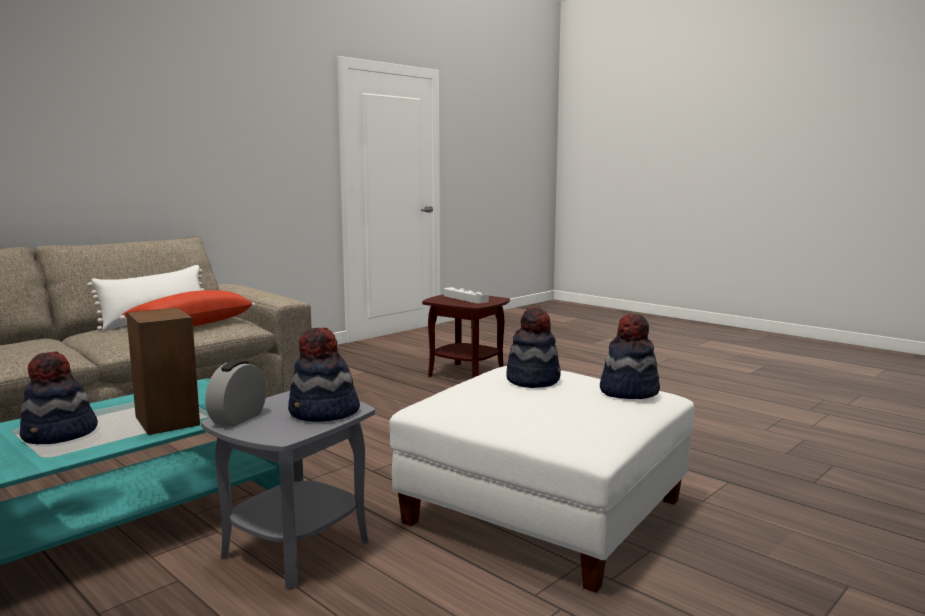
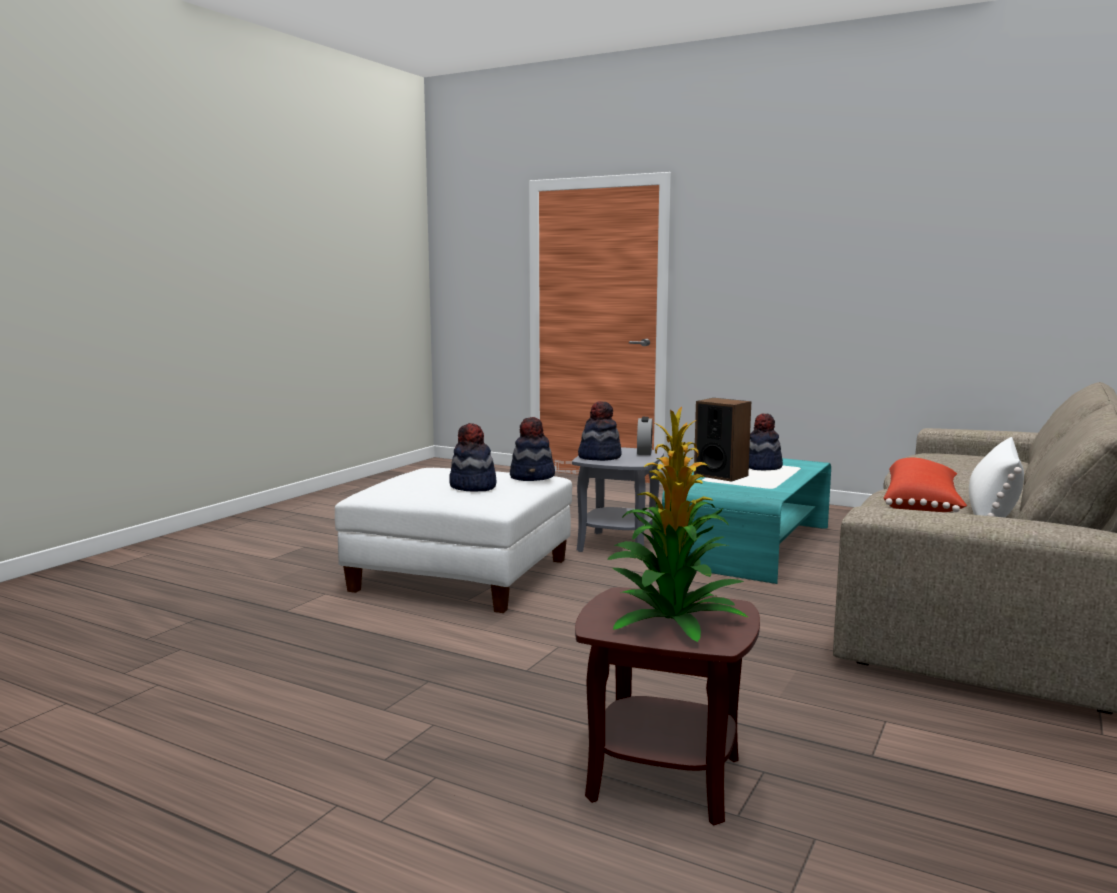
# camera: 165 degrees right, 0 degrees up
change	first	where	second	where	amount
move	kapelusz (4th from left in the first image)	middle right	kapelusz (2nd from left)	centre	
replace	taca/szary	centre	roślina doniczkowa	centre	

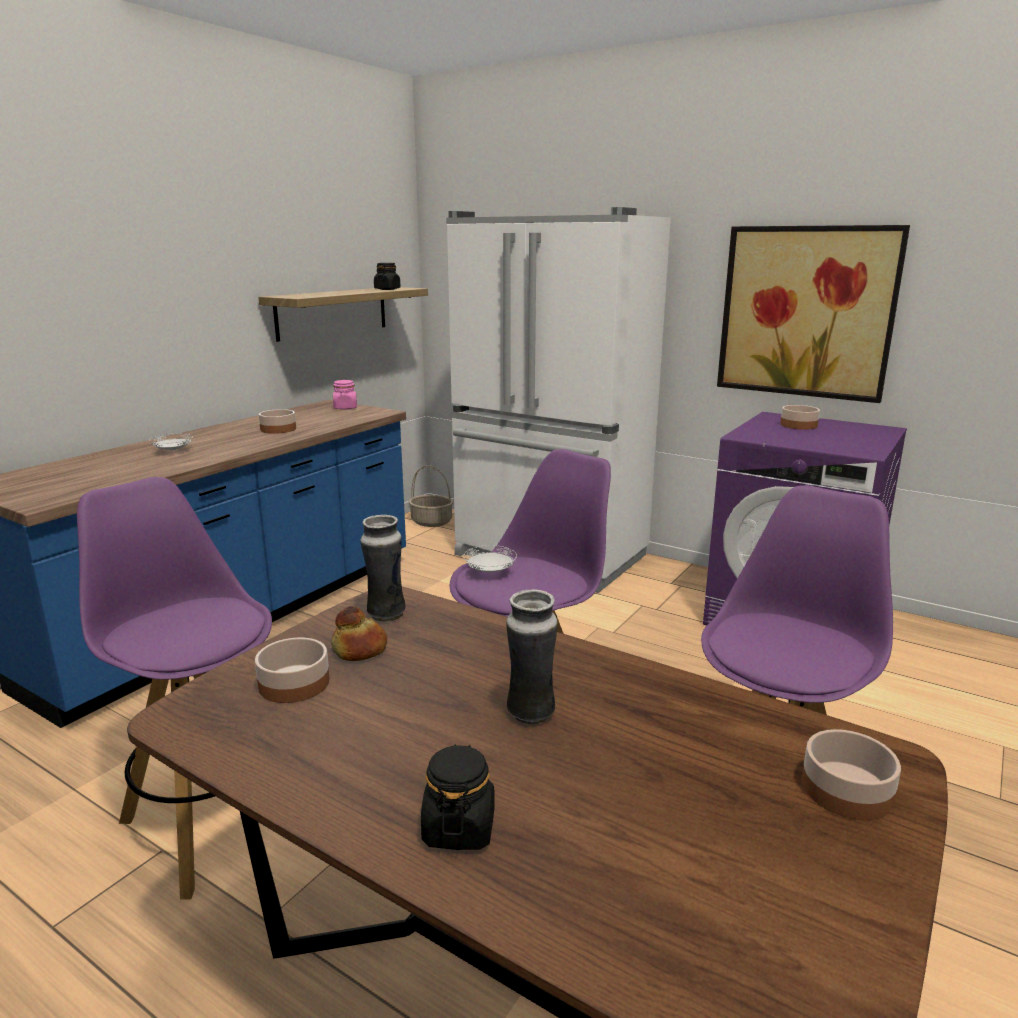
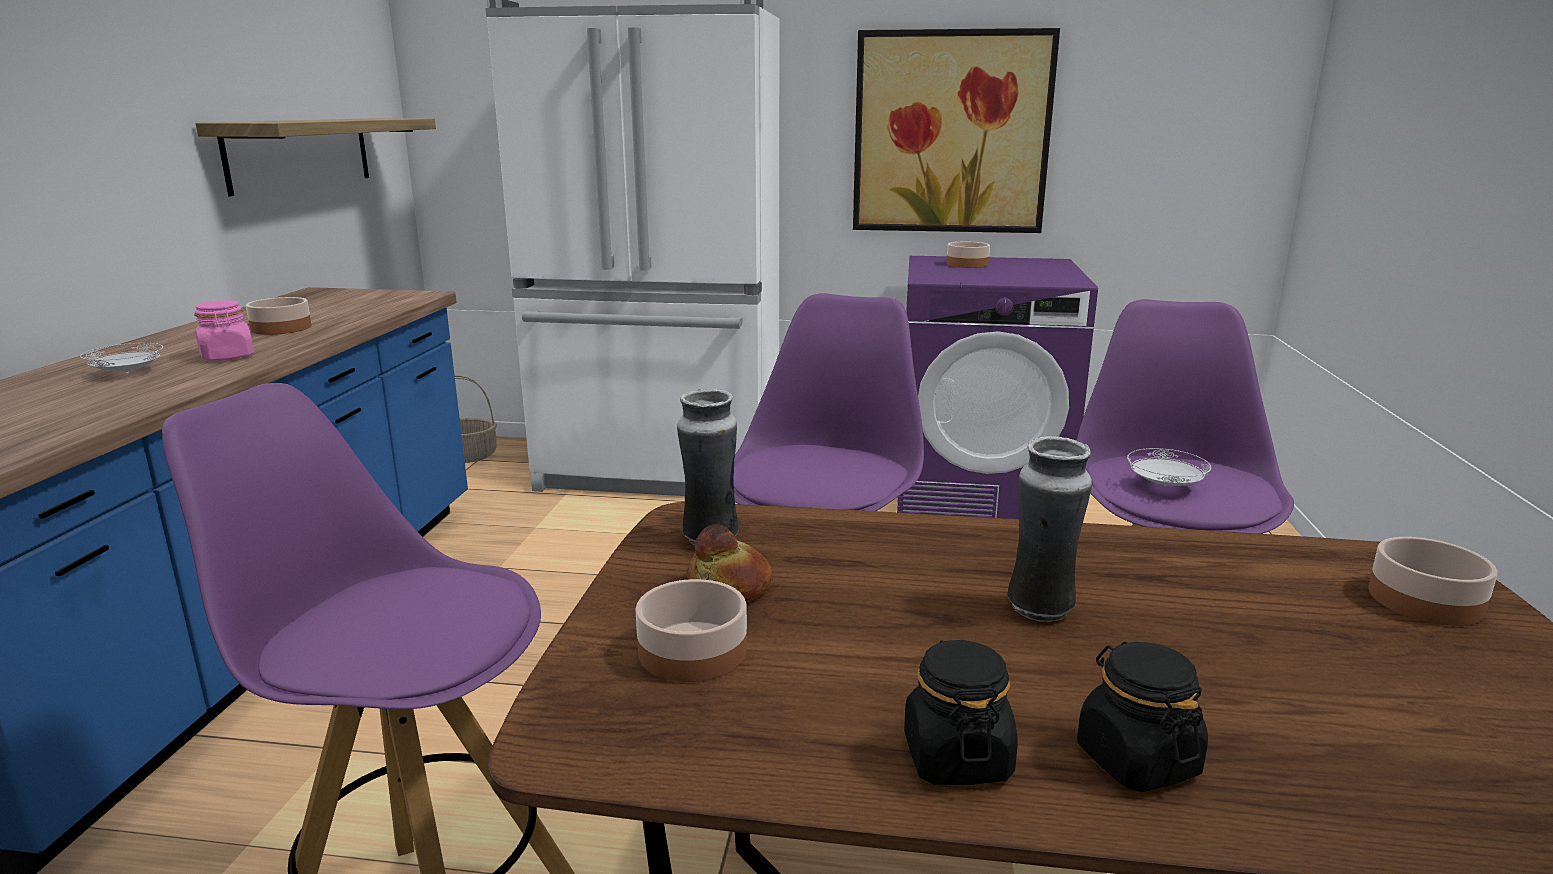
# camera: 25 degrees left, 0 degrees up
change	first	where	second	where	amount
move	słoik/różowy	centre		middle left	
move	słoik/czarny (1st from left)	top centre		bottom centre	
move	talerz/biały (2nd from left)	centre		middle right	

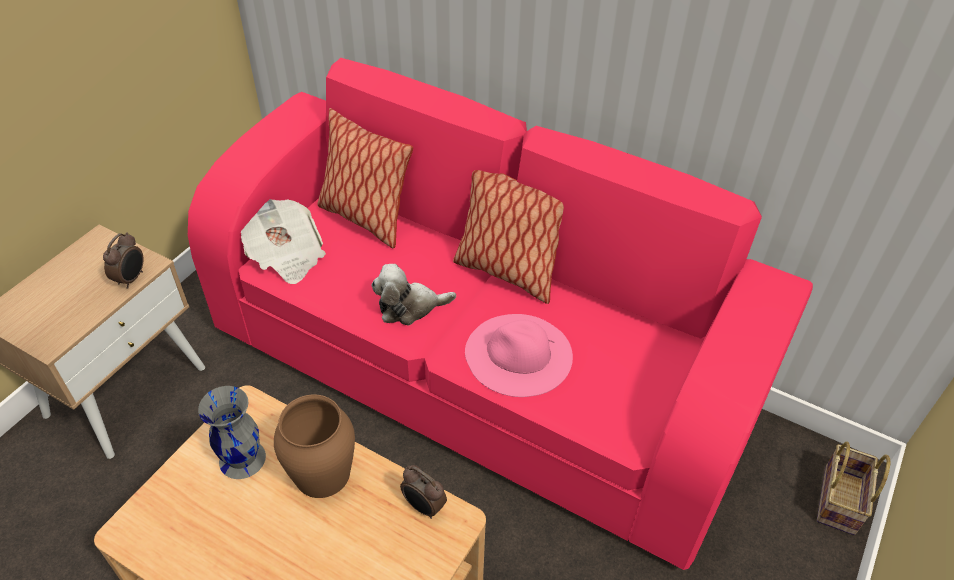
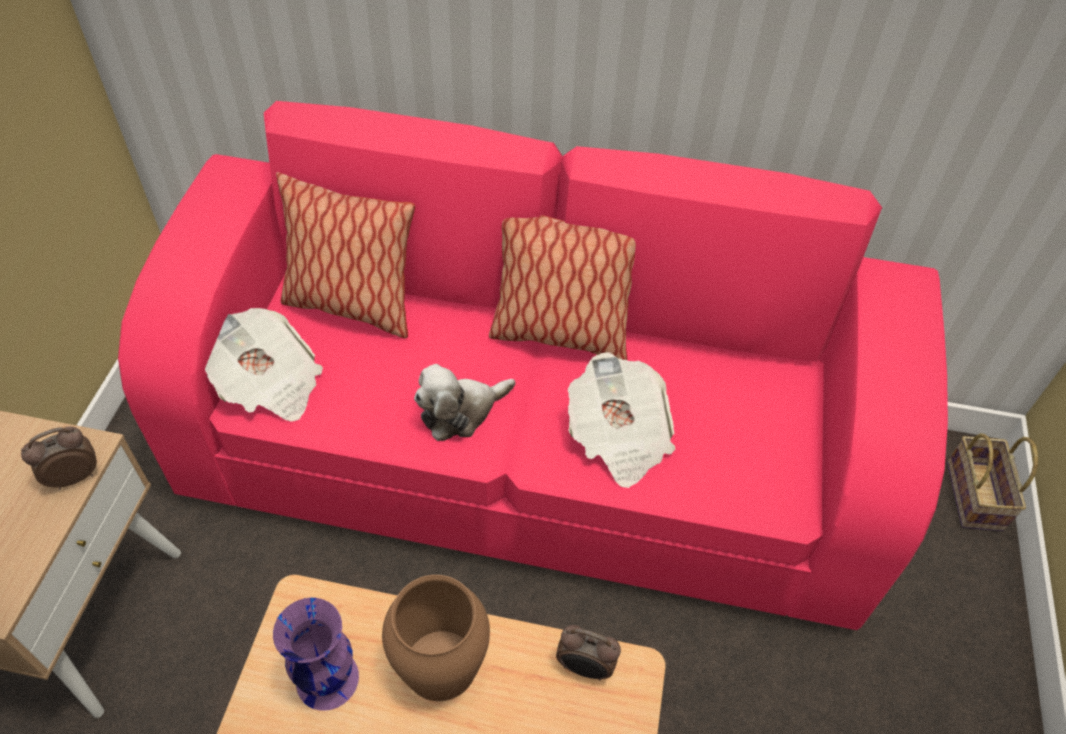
# camera: 20 degrees left, 5 degrees up
change	first	where	second	where	amount
rotate	budzik (1st from left)	middle left		middle left	120 degrees counterclockwise
recolor	wazon/szary	bottom left	wazon/fioletowy	bottom left	
replace	kapelusz/różowy	centre	gazeta (2nd from left)	centre	

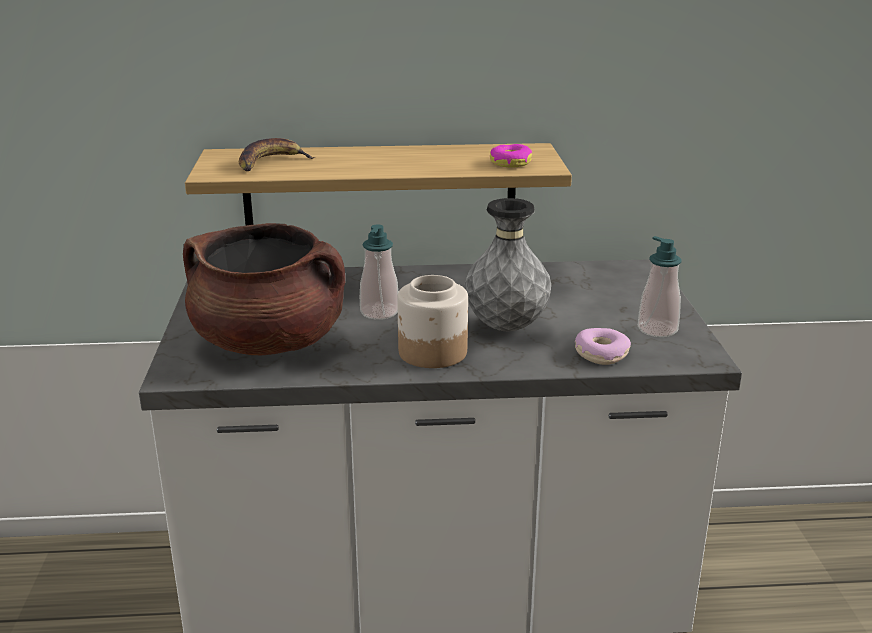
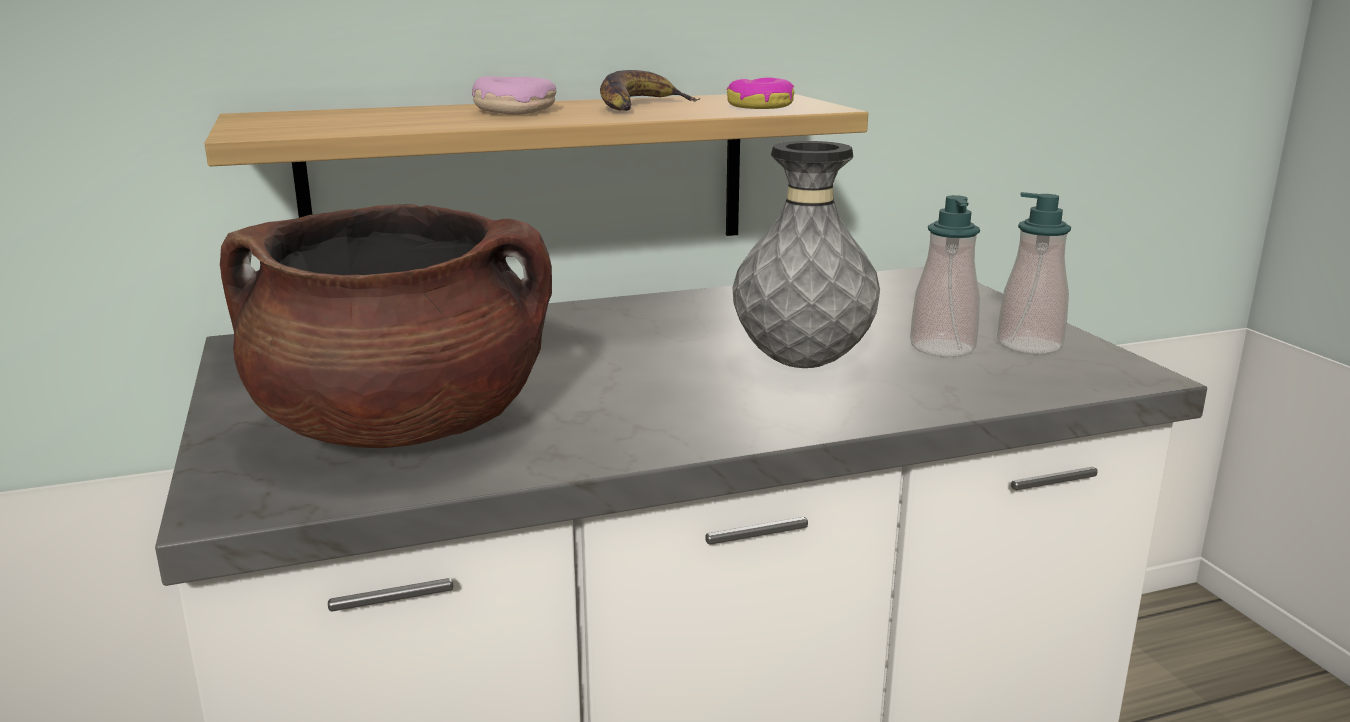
# camera: 15 degrees left, 5 degrees down
change	first	where	second	where	amount
move	donut (2nd from left in the first image)	middle right	donut (1st from left)	top centre	
move	banan	top left		top centre	
move	dozownik mydła (1st from left)	centre		middle right	
delete	słoik	centre			

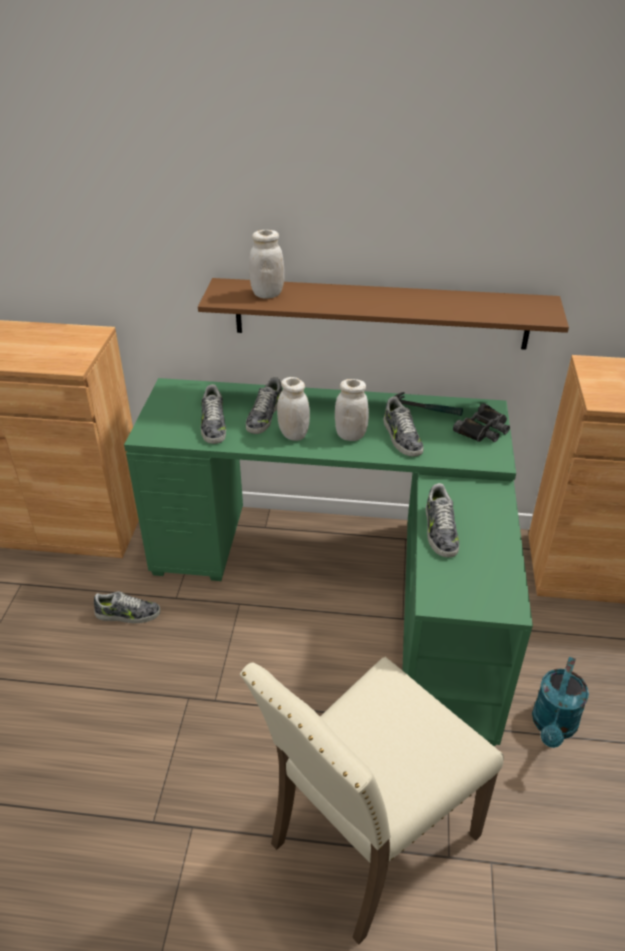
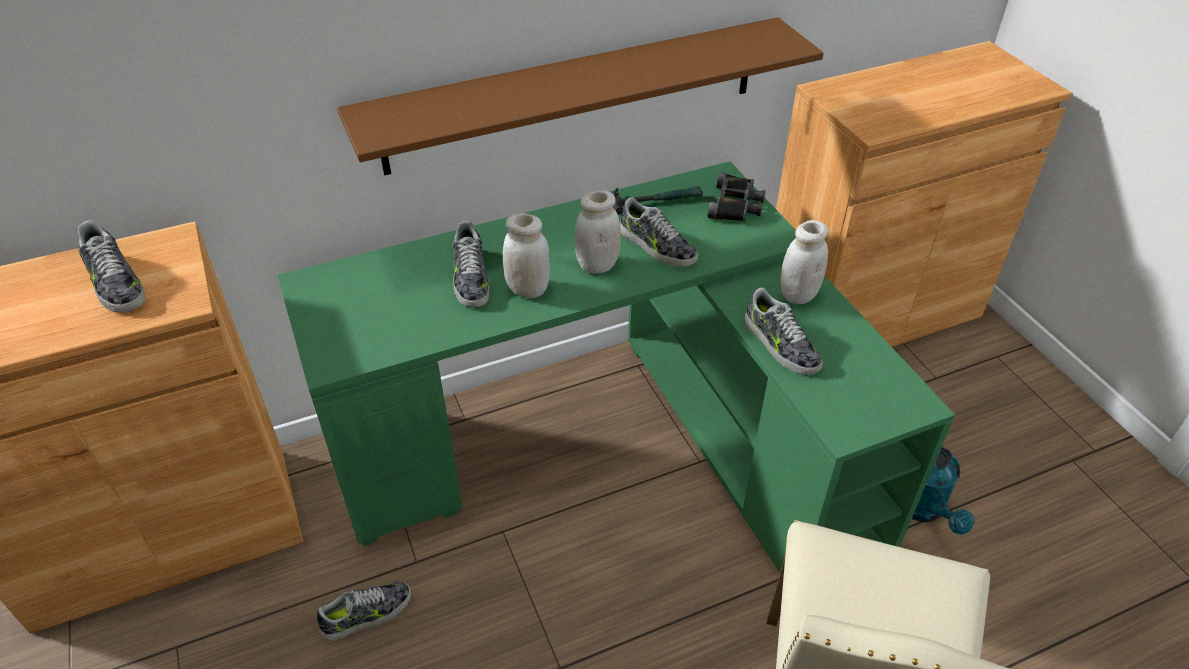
# camera: 30 degrees left, 5 degrees up
change	first	where	second	where	amount
move	but (2nd from left in the first image)	centre	but (1st from left)	middle left	
move	słoik/biały (1st from left in the first image)	top centre	słoik/biały (3rd from left)	middle right	

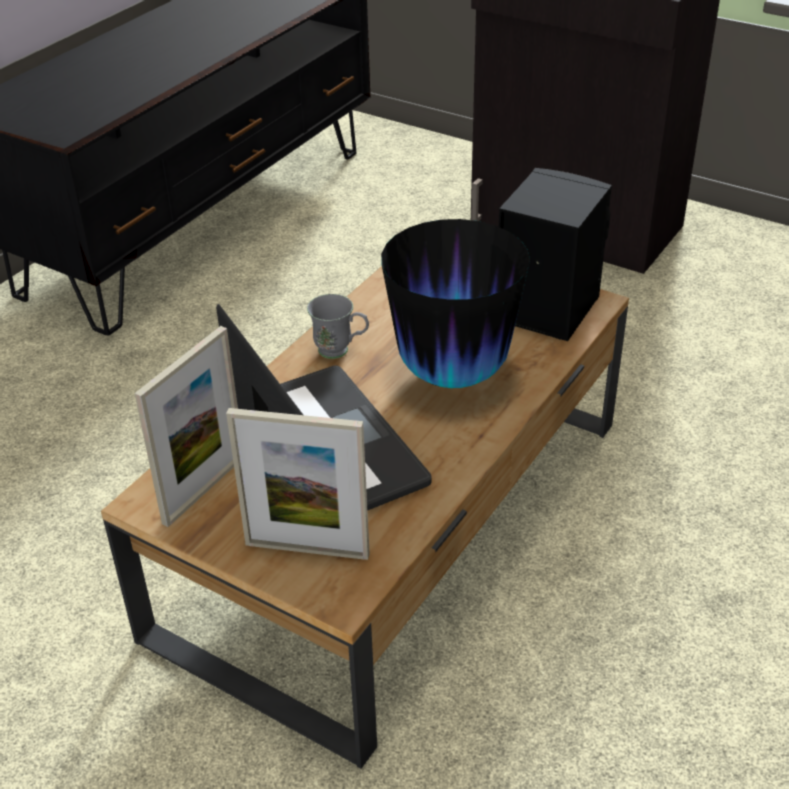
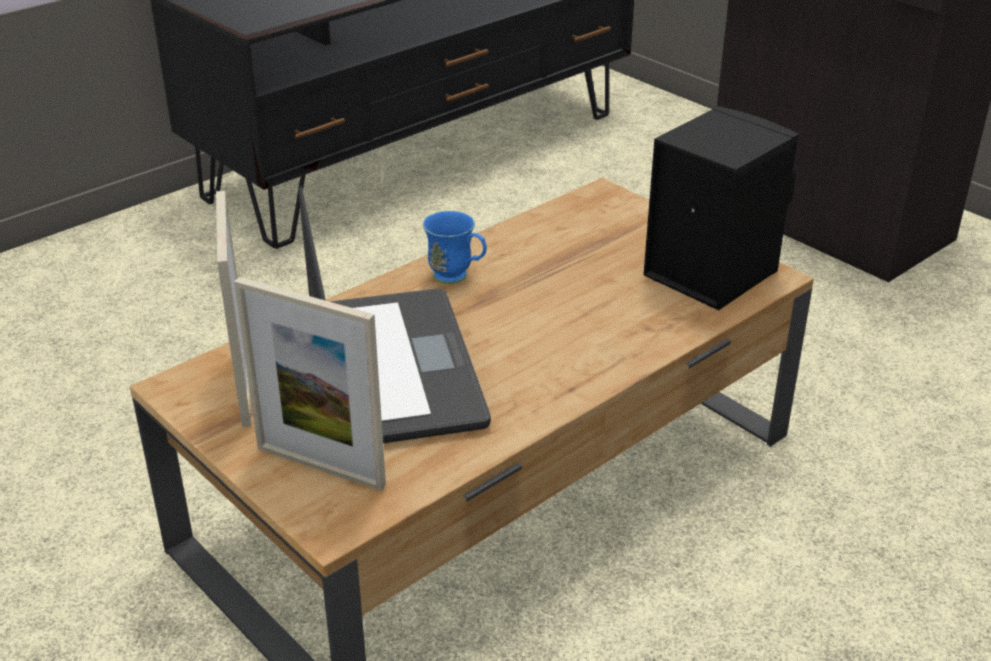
# camera: 15 degrees right, 5 degrees down
change	first	where	second	where	amount
rotate	ramka na zdjęcie (1st from left)	middle left		middle left	120 degrees clockwise
recolor	kubek/szary	centre	kubek/niebieski	centre	
delete	wazon	centre			

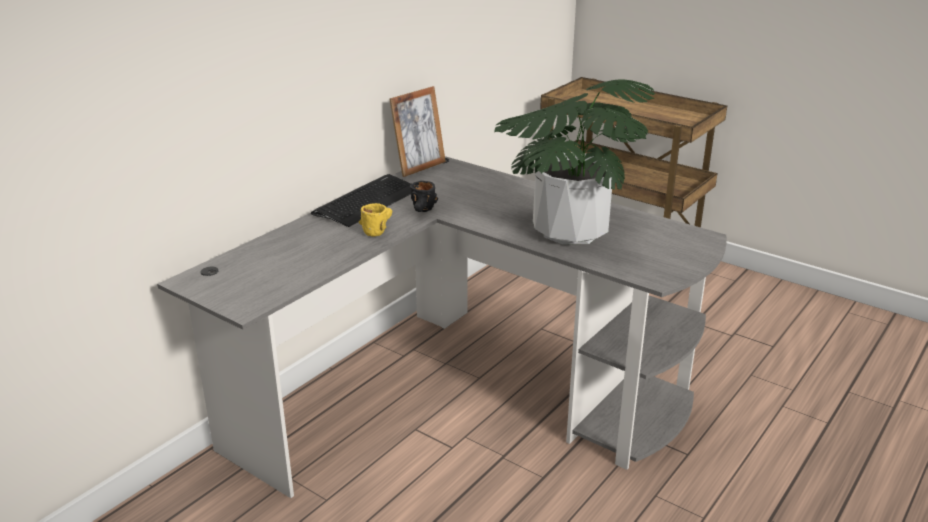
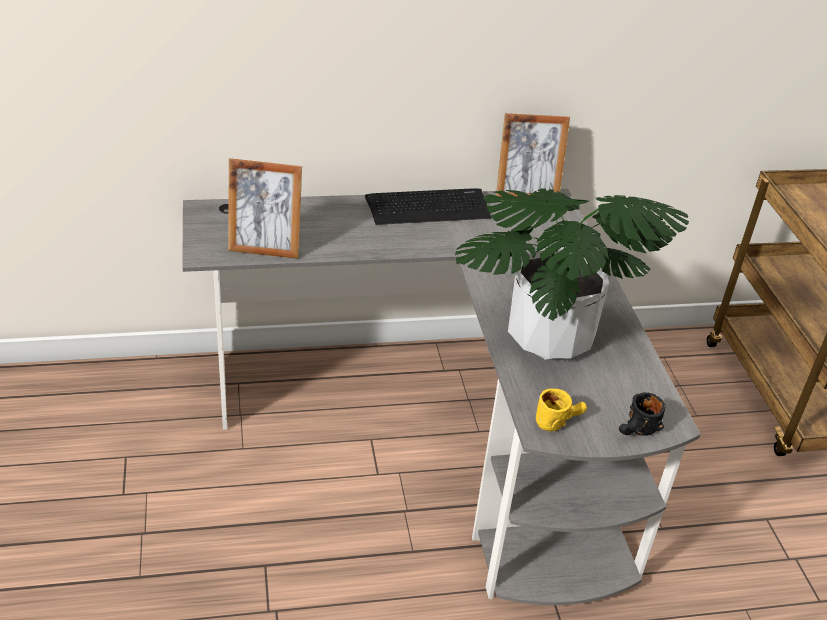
# camera: 40 degrees right, 10 degrees up
change	first	where	second	where	amount
insert			ramka na zdjęcie (1st from left)	middle left	
move	kubek/żółty	centre		middle right	
move	kubek/czarny	centre		bottom right	

